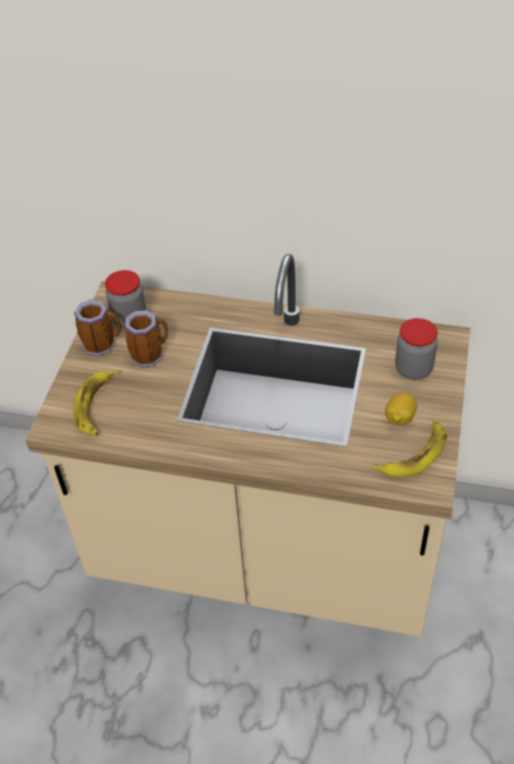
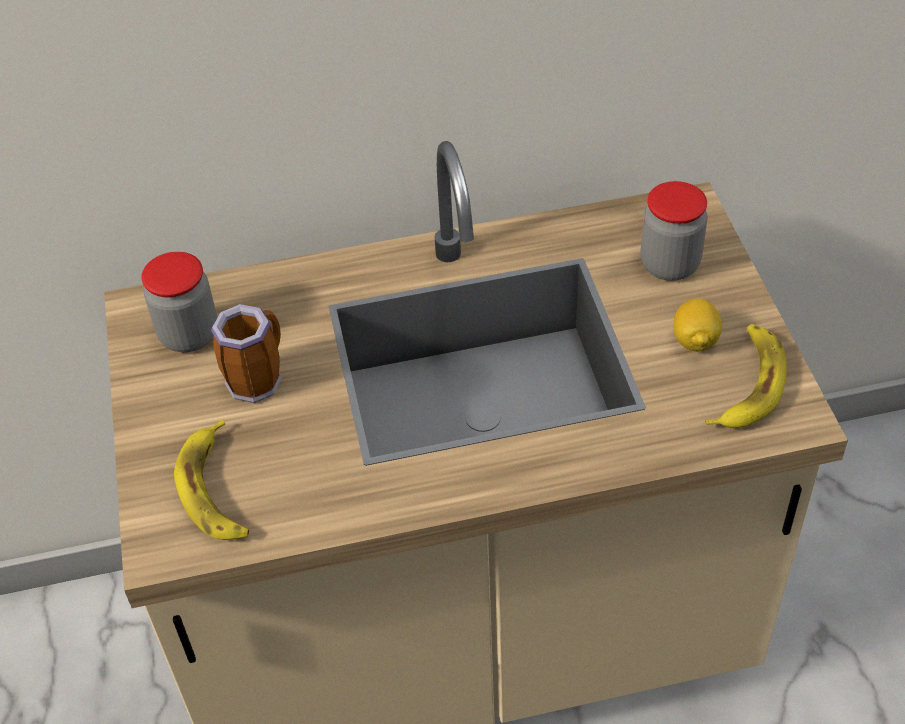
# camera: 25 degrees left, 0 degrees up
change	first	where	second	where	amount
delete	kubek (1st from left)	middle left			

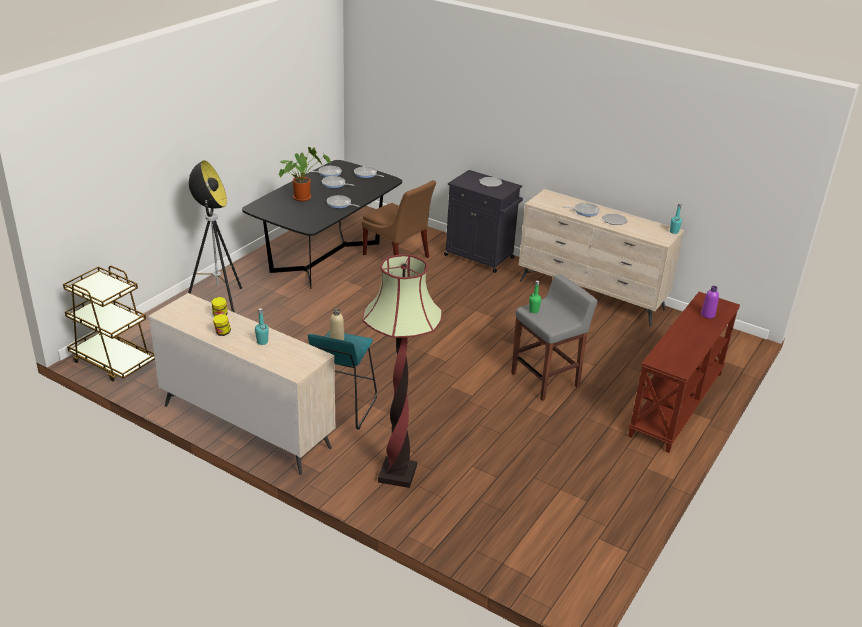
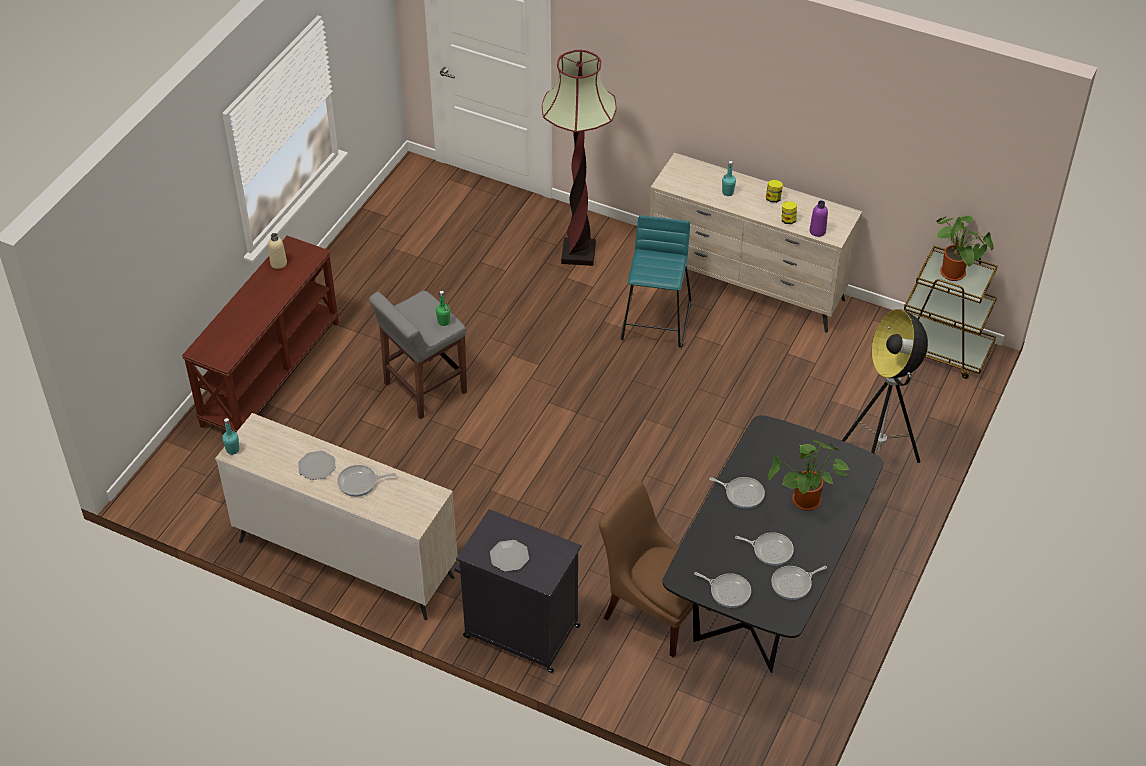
# camera: 175 degrees right, 15 degrees up
change	first	where	second	where	amount
move	butelka/beżowy	centre		top left	
move	butelka/fioletowy	middle right		top right	
insert			roślina doniczkowa (2nd from left)	top right	

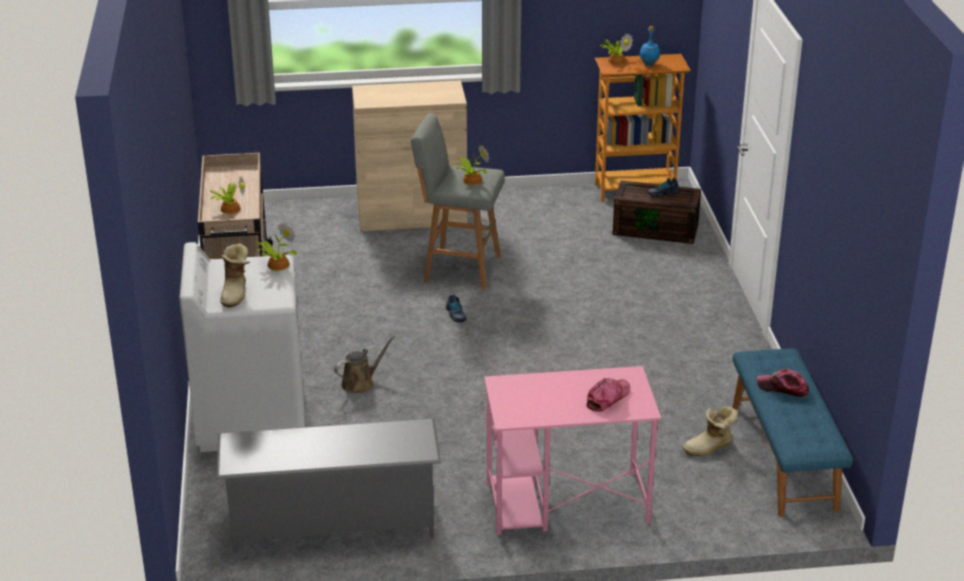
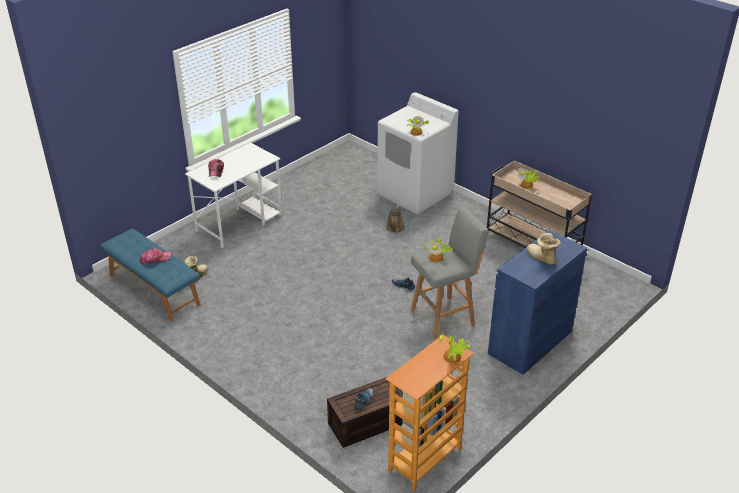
# camera: 140 degrees right, 5 degrees up
change	first	where	second	where	amount
recolor	biurko/różowy	bottom centre	biurko/biały	middle left	
recolor	szafka/beżowy	top centre	szafka/niebieski	middle right	
move	but z cholewką (1st from left in the first image)	middle left	but z cholewką (2nd from left)	middle right	
delete	regał na buty/szary	bottom centre			
delete	butelka/niebieski	top right			

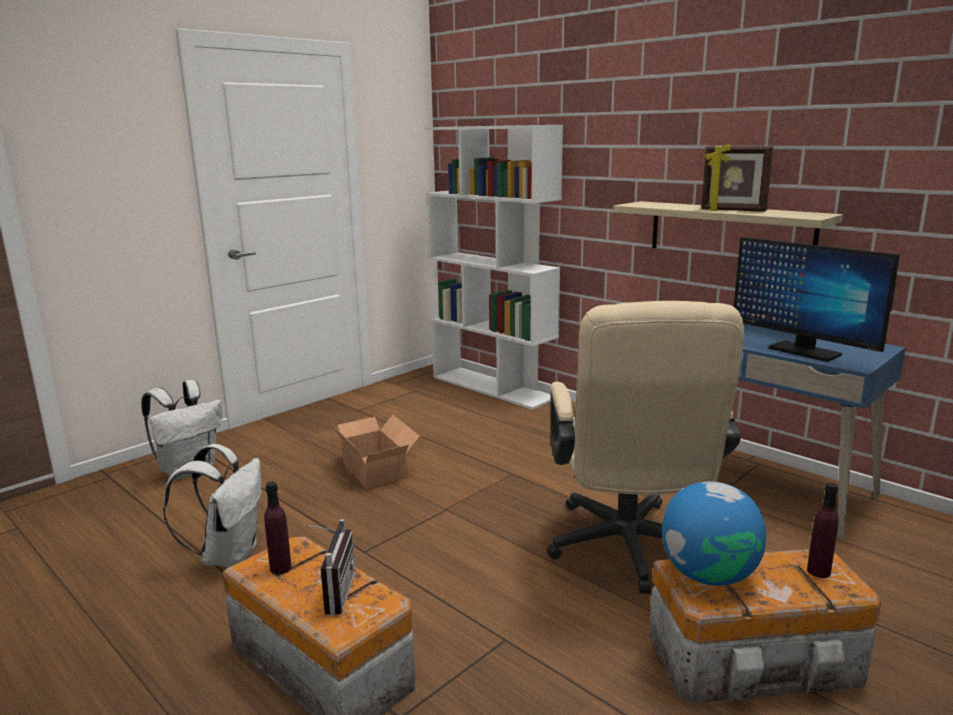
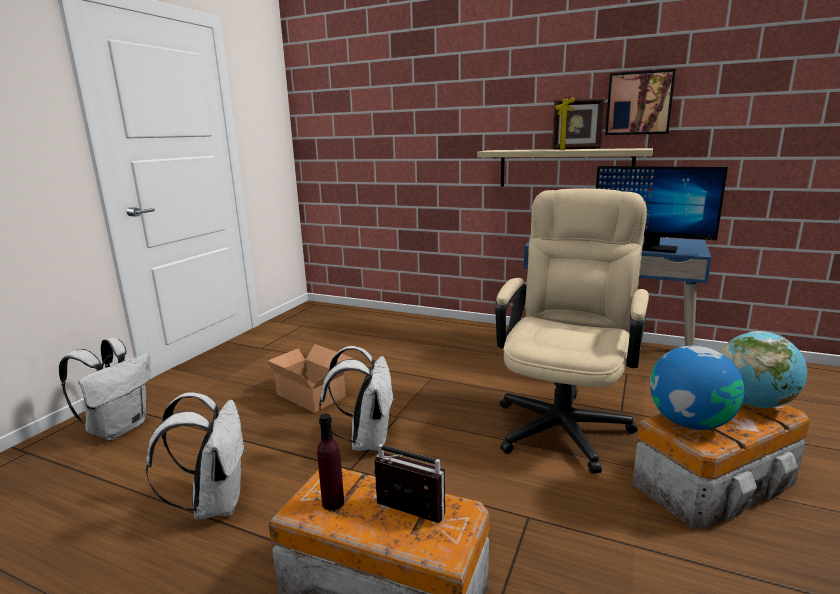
# camera: 20 degrees left, 0 degrees up
change	first	where	second	where	amount
insert			plecak/biały (3rd from left)	bottom centre	
rotate	radio	bottom centre		bottom centre	45 degrees counterclockwise
rotate	krzesło biurowe/beżowy	middle right		middle right	135 degrees counterclockwise
insert			obraz	top right	
replace	butelka/fioletowy (2nd from left)	bottom right	globus (2nd from left)	middle right	
delete	regał/biały	centre			

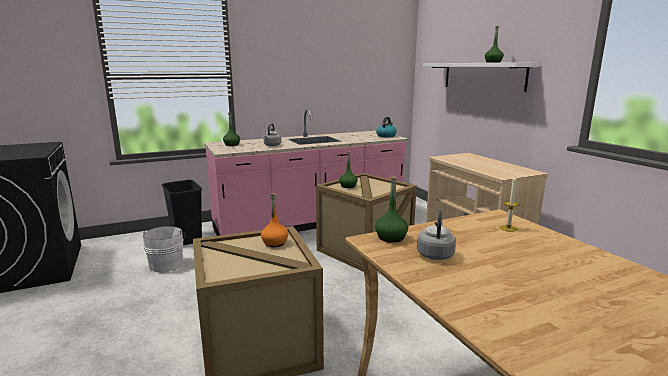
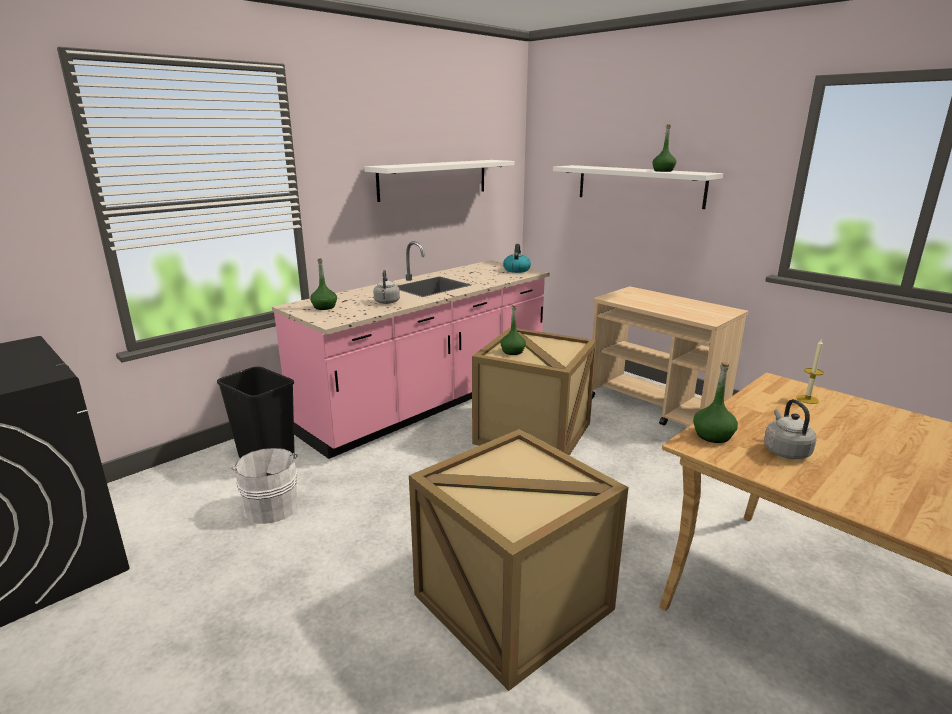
# camera: 20 degrees left, 5 degrees up
change	first	where	second	where	amount
insert			półka/biały (1st from left)	top centre	
delete	butelka/pomarańczowy	centre			

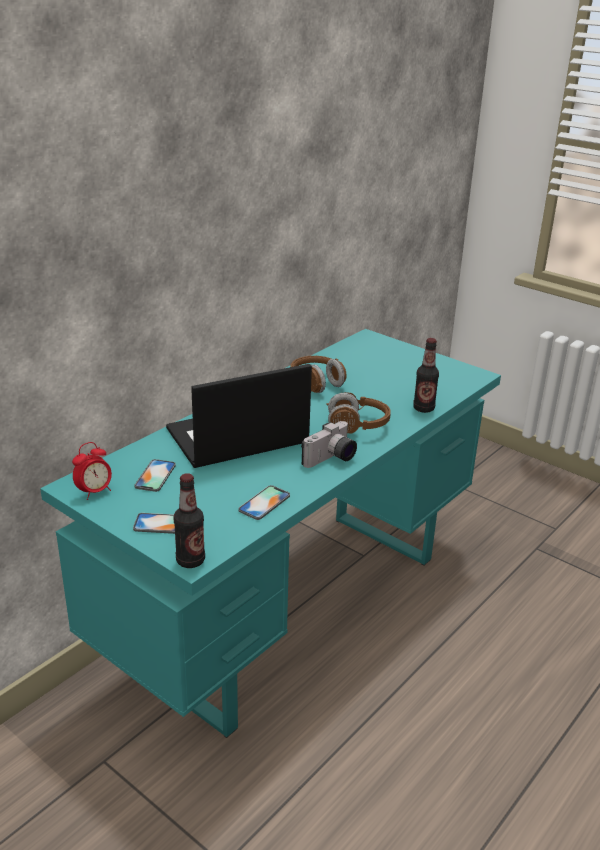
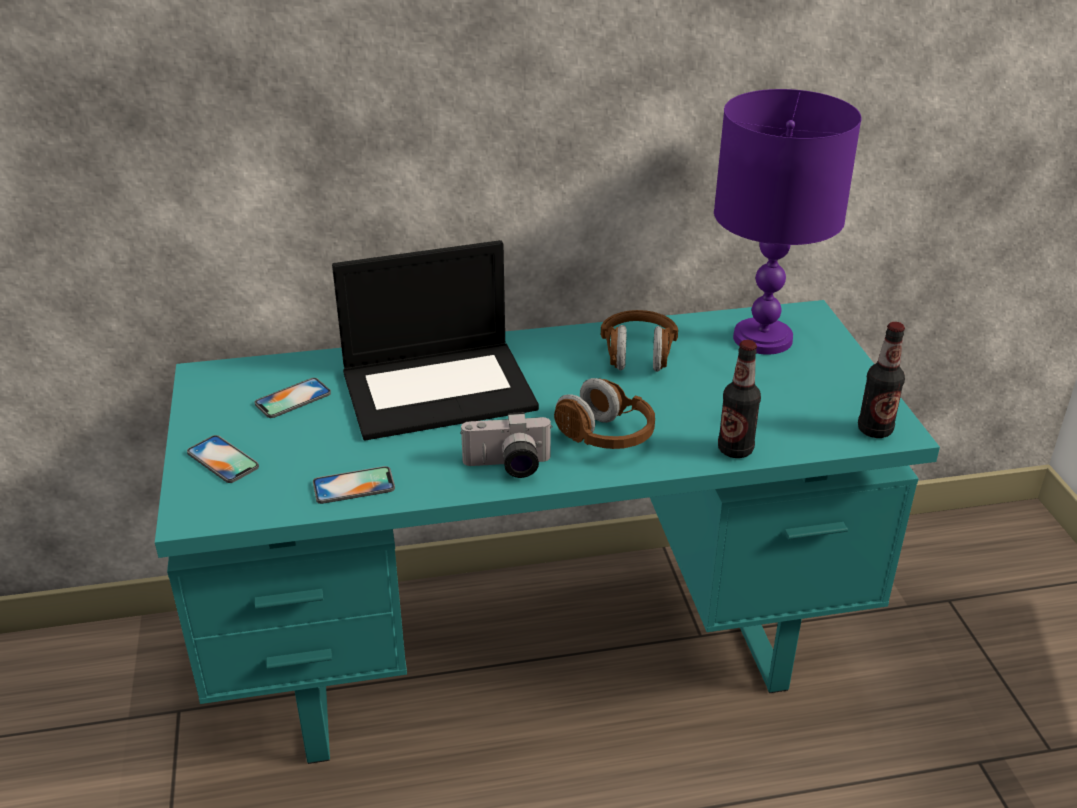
# camera: 40 degrees right, 5 degrees up
change	first	where	second	where	amount
rotate	laptop	centre		centre	150 degrees clockwise
insert			lampa stołowa/fioletowy	top right	
move	butelka (1st from left in the first image)	middle left	butelka (2nd from left)	middle right	
delete	budzik	middle left			

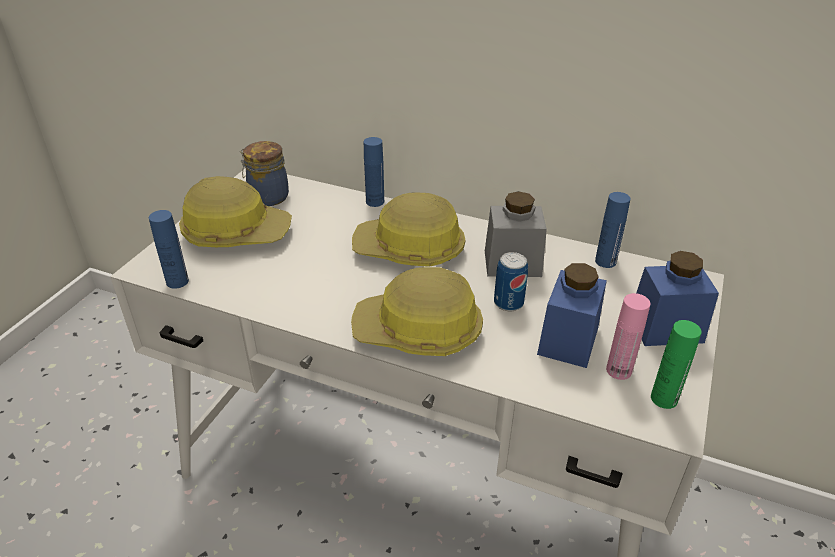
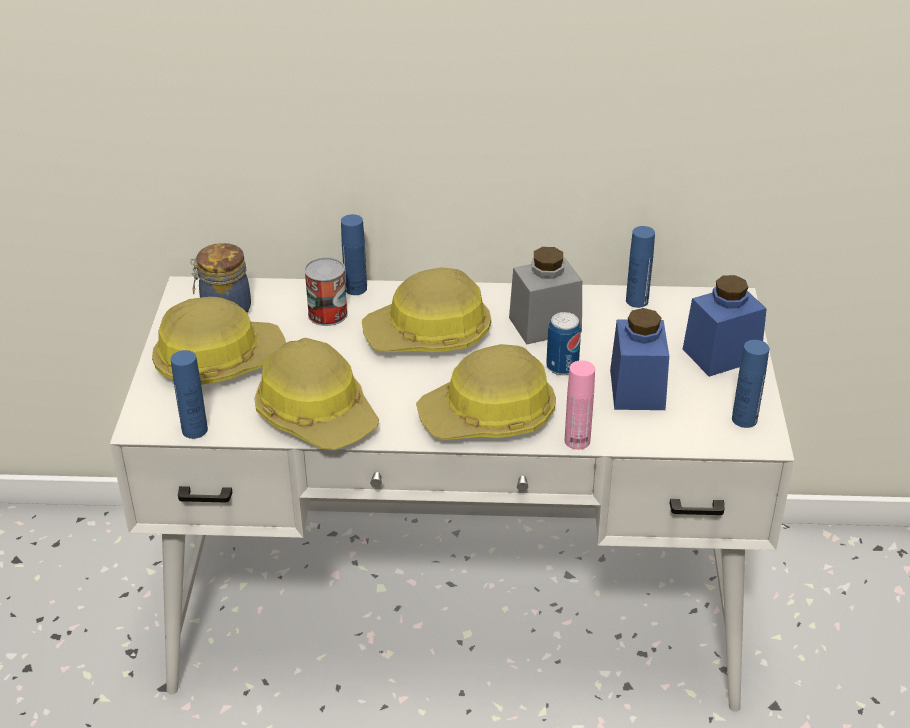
# camera: 20 degrees left, 0 degrees up
change	first	where	second	where	amount
insert			kask (2nd from left)	centre	
insert			puszka (1st from left)	centre	
move	butelka/różowy	middle right		centre	
recolor	butelka/zielony	middle right	butelka/niebieski (4th from left)	middle right	

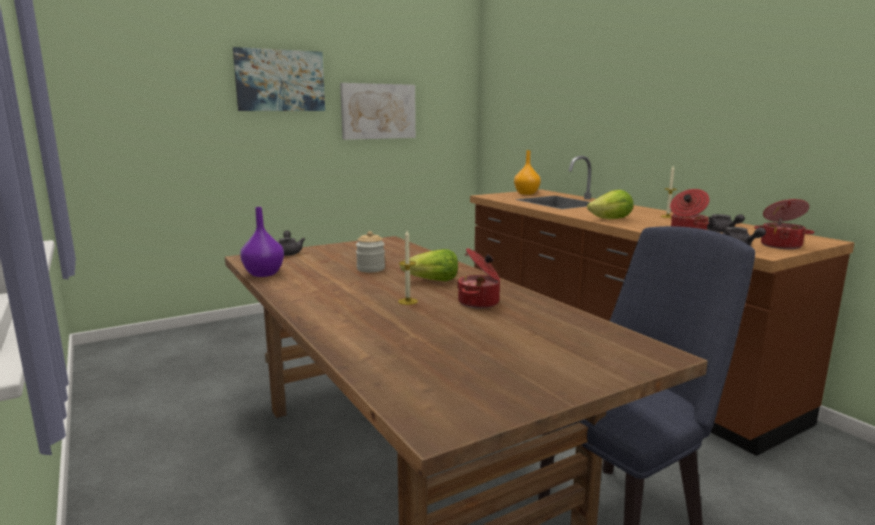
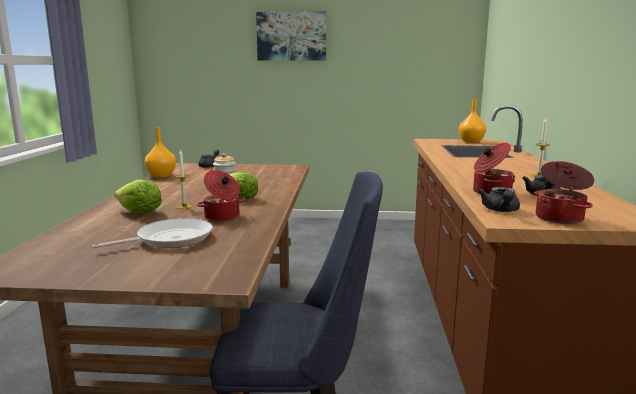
# camera: 35 degrees right, 0 degrees up
change	first	where	second	where	amount
insert			patelnia	middle left	
move	sałata (2nd from left in the first image)	middle right	sałata (1st from left)	middle left	
recolor	wazon/fioletowy	middle left	wazon/pomarańczowy (1st from left)	middle left	
delete	obraz (2nd from left)	top centre			

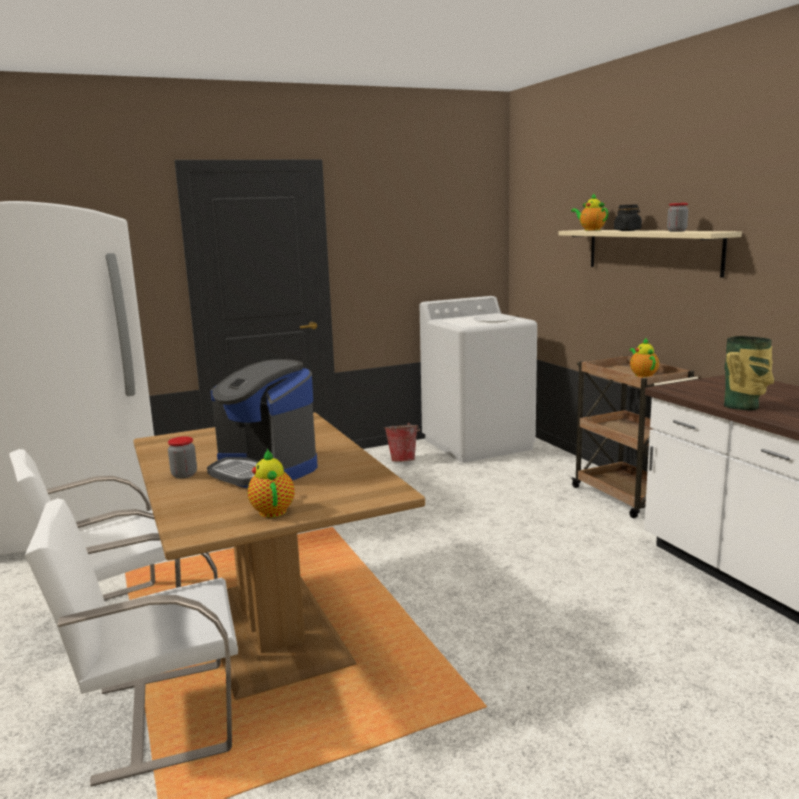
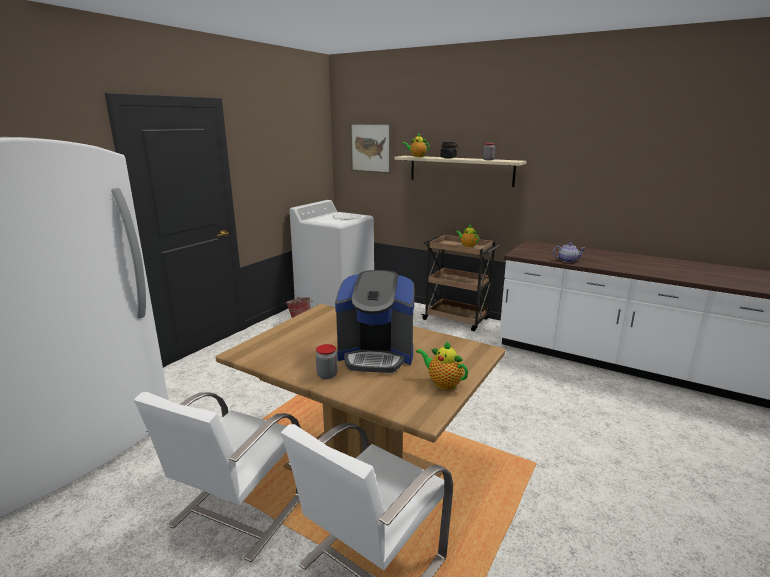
# camera: 35 degrees left, 5 degrees up
change	first	where	second	where	amount
insert			obraz	top centre	
replace	wazon	middle right	imbryk (4th from left)	middle right	

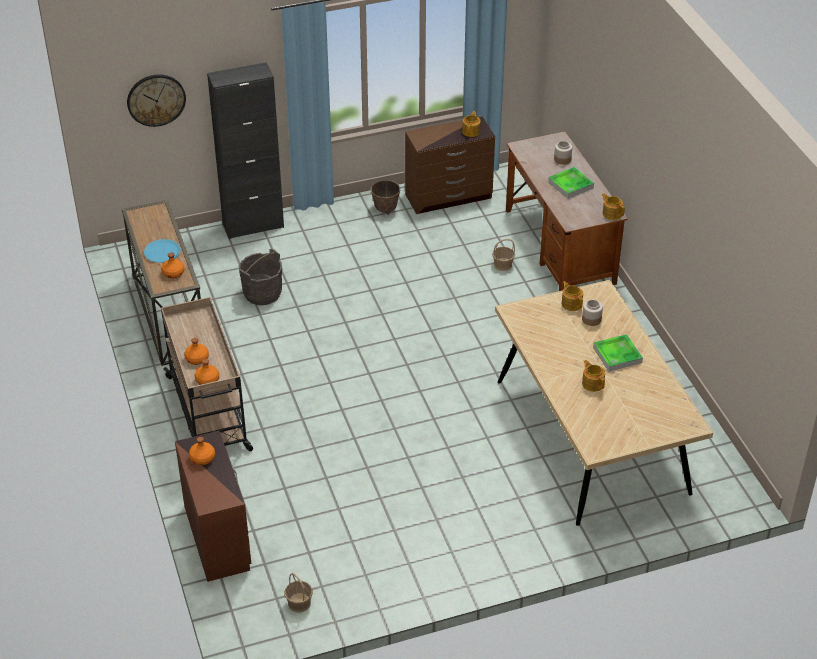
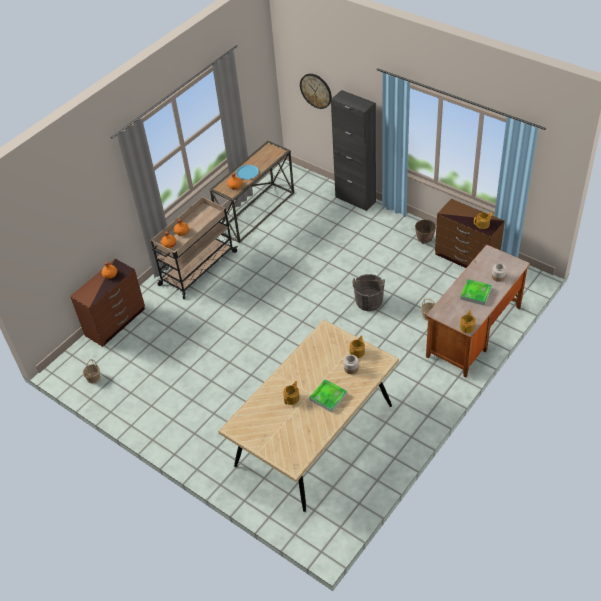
# camera: 60 degrees right, 5 degrees up
change	first	where	second	where	amount
move	wiadro/szary	middle left		centre	

